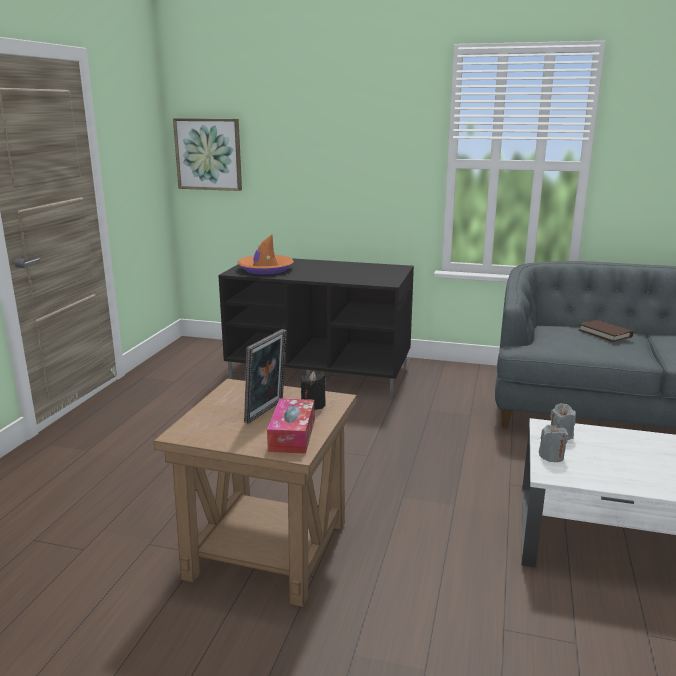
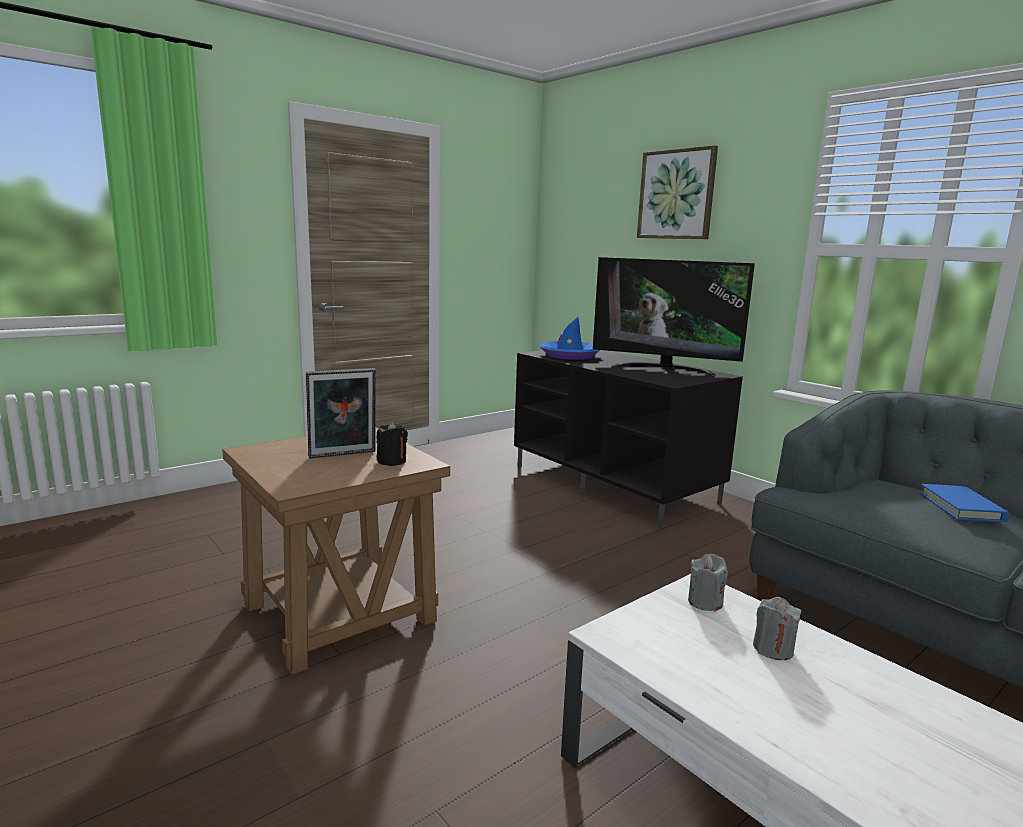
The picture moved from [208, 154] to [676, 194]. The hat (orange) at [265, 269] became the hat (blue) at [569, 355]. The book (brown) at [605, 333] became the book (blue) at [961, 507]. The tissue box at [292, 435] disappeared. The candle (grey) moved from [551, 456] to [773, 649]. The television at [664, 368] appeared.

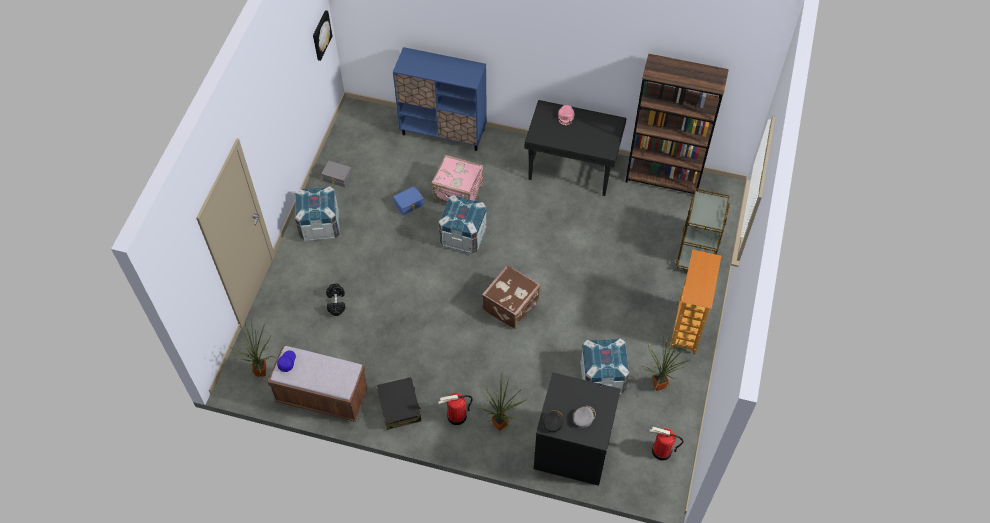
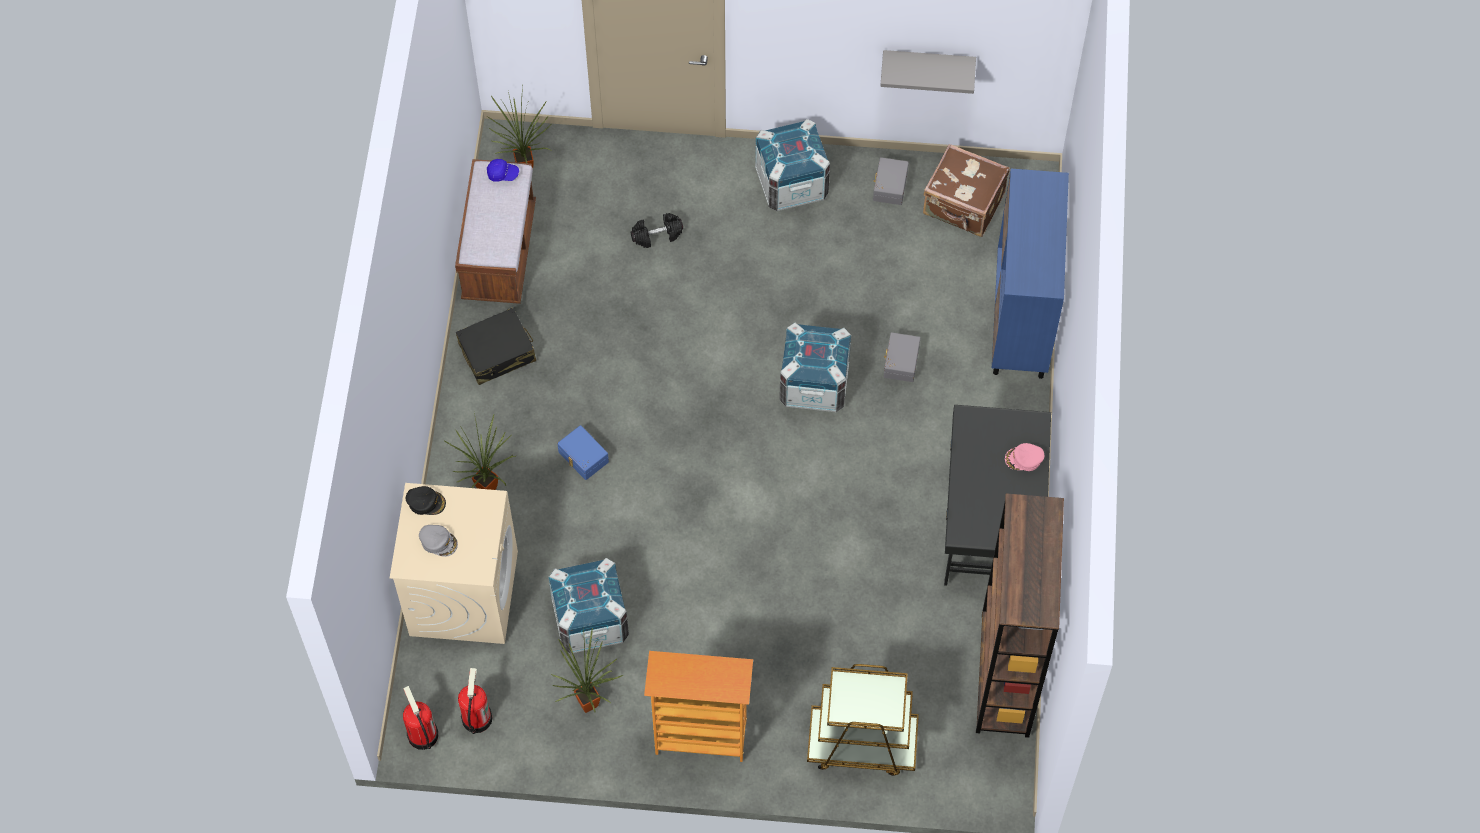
The picture at [321, 35] disappeared. The suitcase (pink) at [458, 192] was replaced by the storage box (grey) at [900, 361]. The storage box (blue) moved from [409, 204] to [582, 457]. The suitcase (brown) moved from [512, 305] to [963, 205]. The washing machine (black) at [572, 448] became the washing machine (beige) at [463, 592]. The fire extinguisher moved from [456, 416] to [422, 735]. The shelf (grey) at [928, 63] appeared.

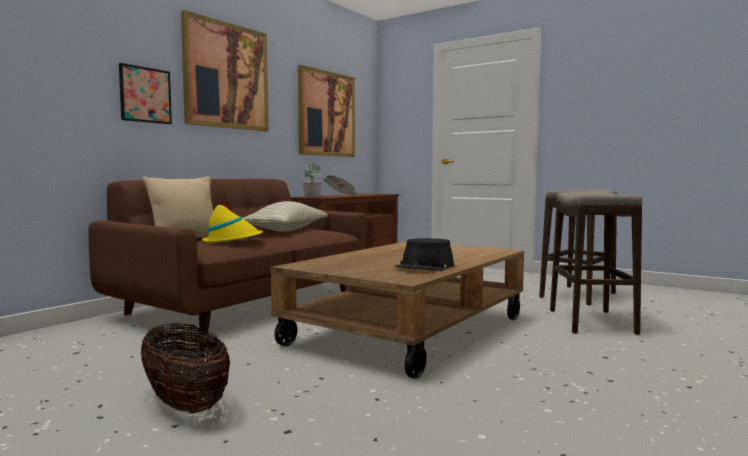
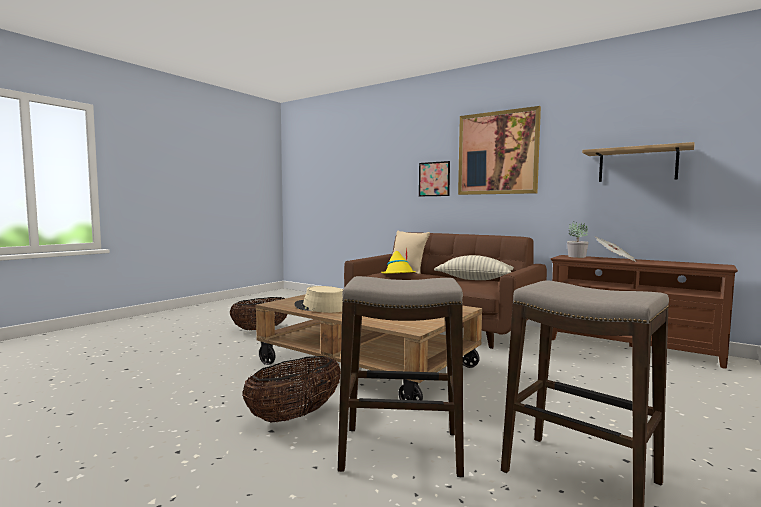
The picture at [326, 114] was replaced by the shelf at [637, 165]. The hat (black) at [425, 267] became the hat (beige) at [320, 307]. The basket at [295, 415] appeared.

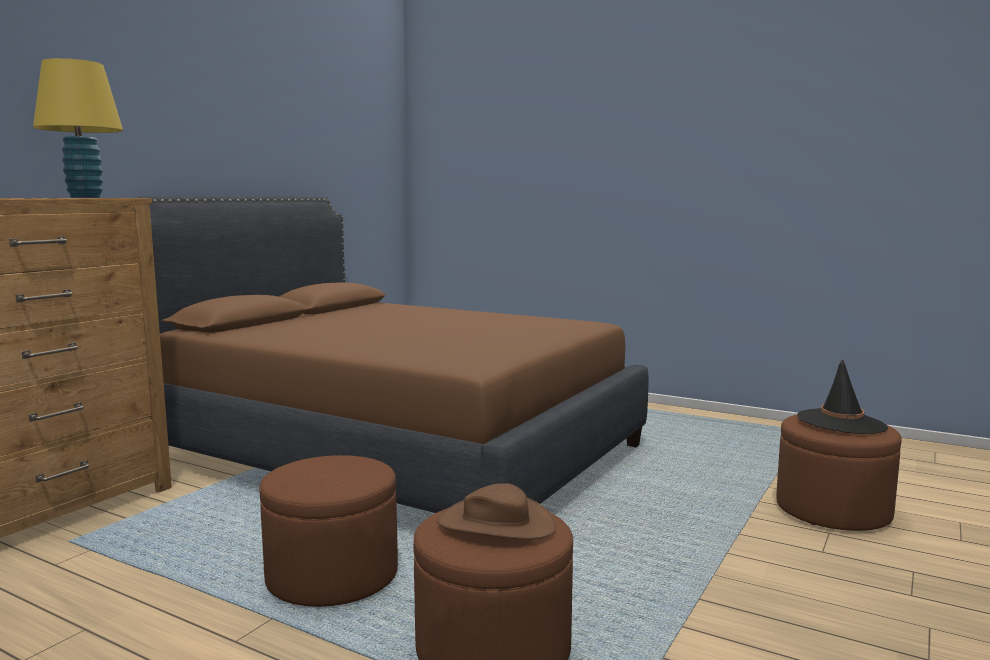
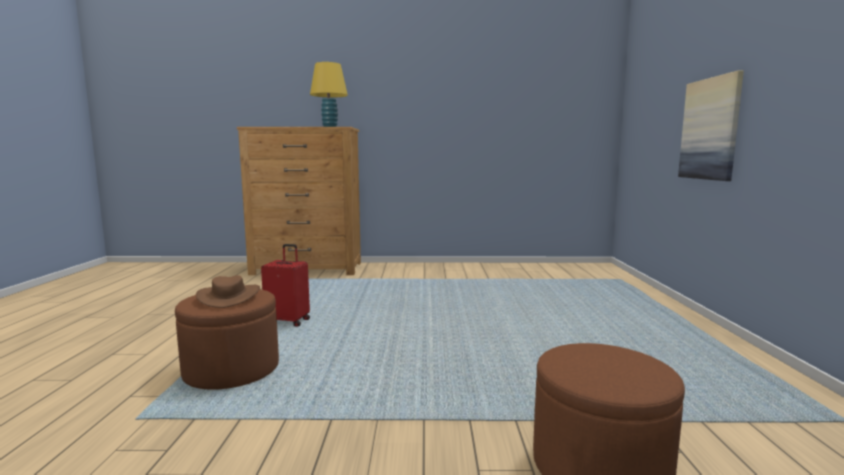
The bed (brown) at [396, 452] disappeared. The hat (black) at [841, 422] disappeared. The ottoman (brown) at [332, 576] was replaced by the suitcase (red) at [288, 321]. The picture at [710, 129] appeared.

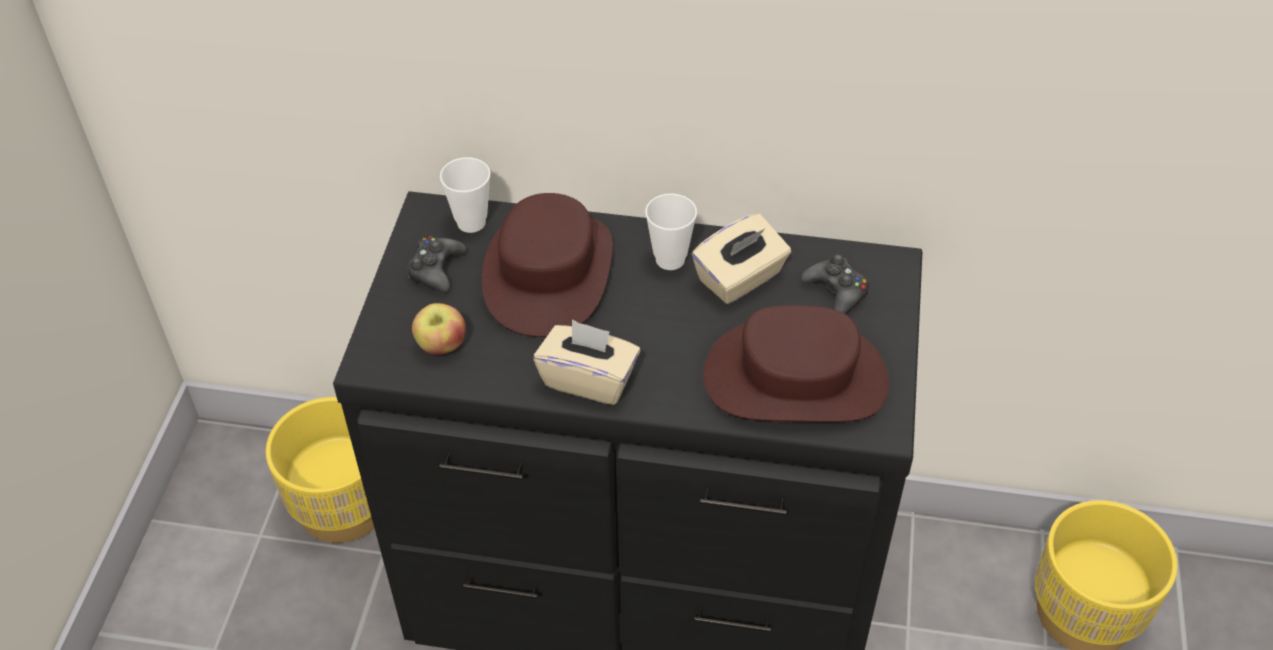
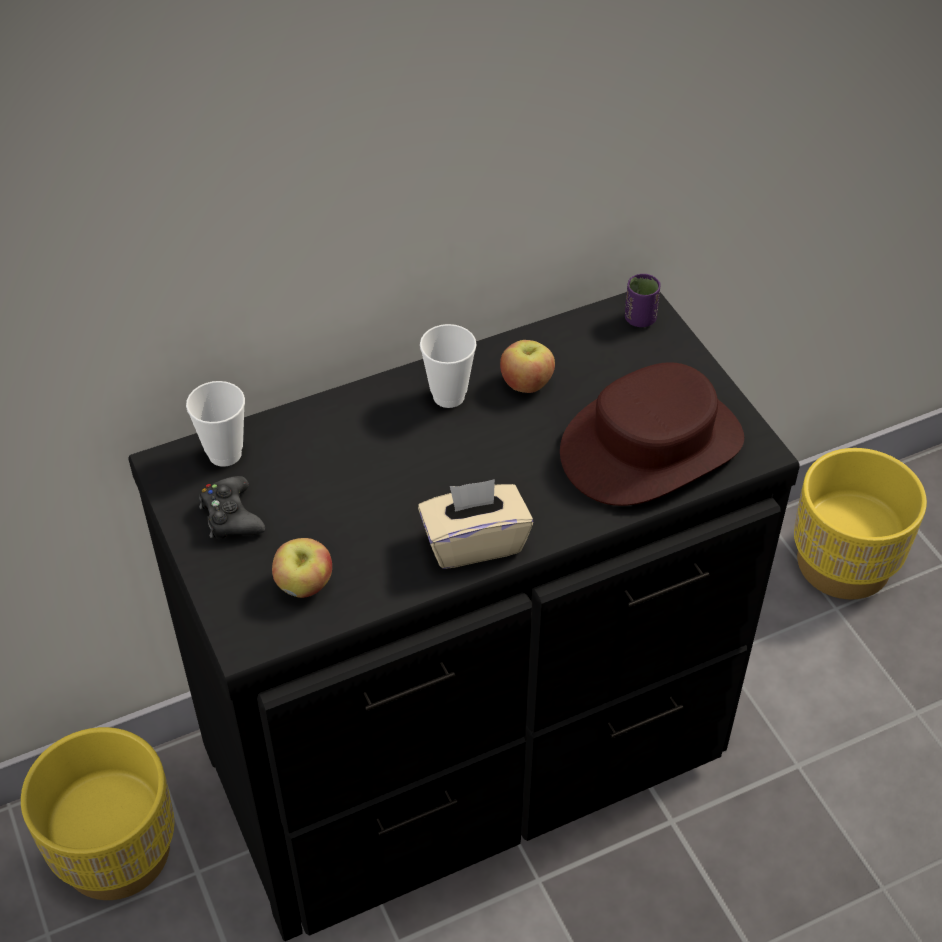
The hat (brown) at [548, 272] disappeared. The tissue box (beige) at [740, 278] was replaced by the apple at [526, 383]. The game controller (black) at [836, 291] disappeared. The cup (purple) at [640, 319] appeared.

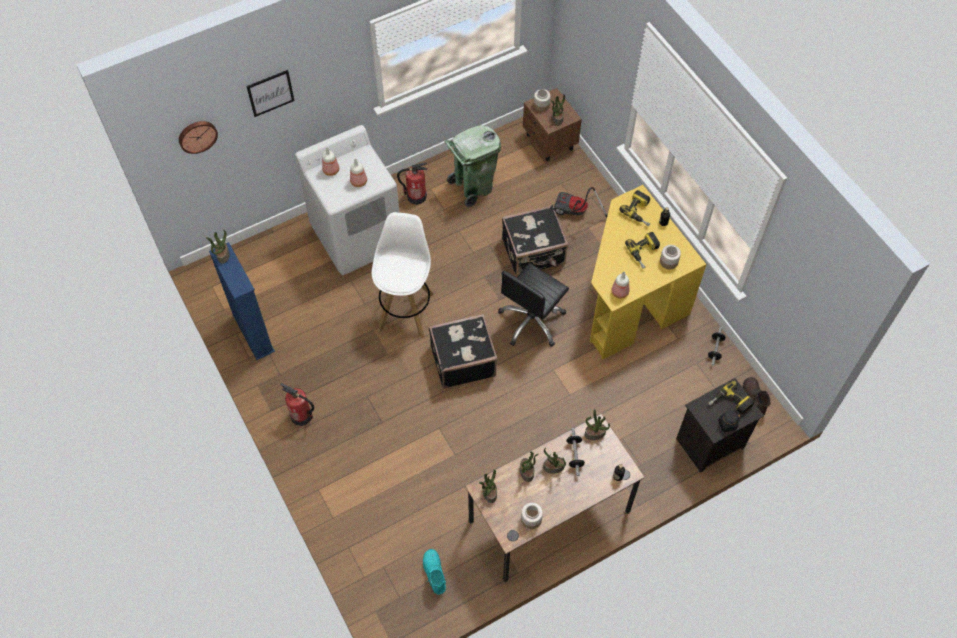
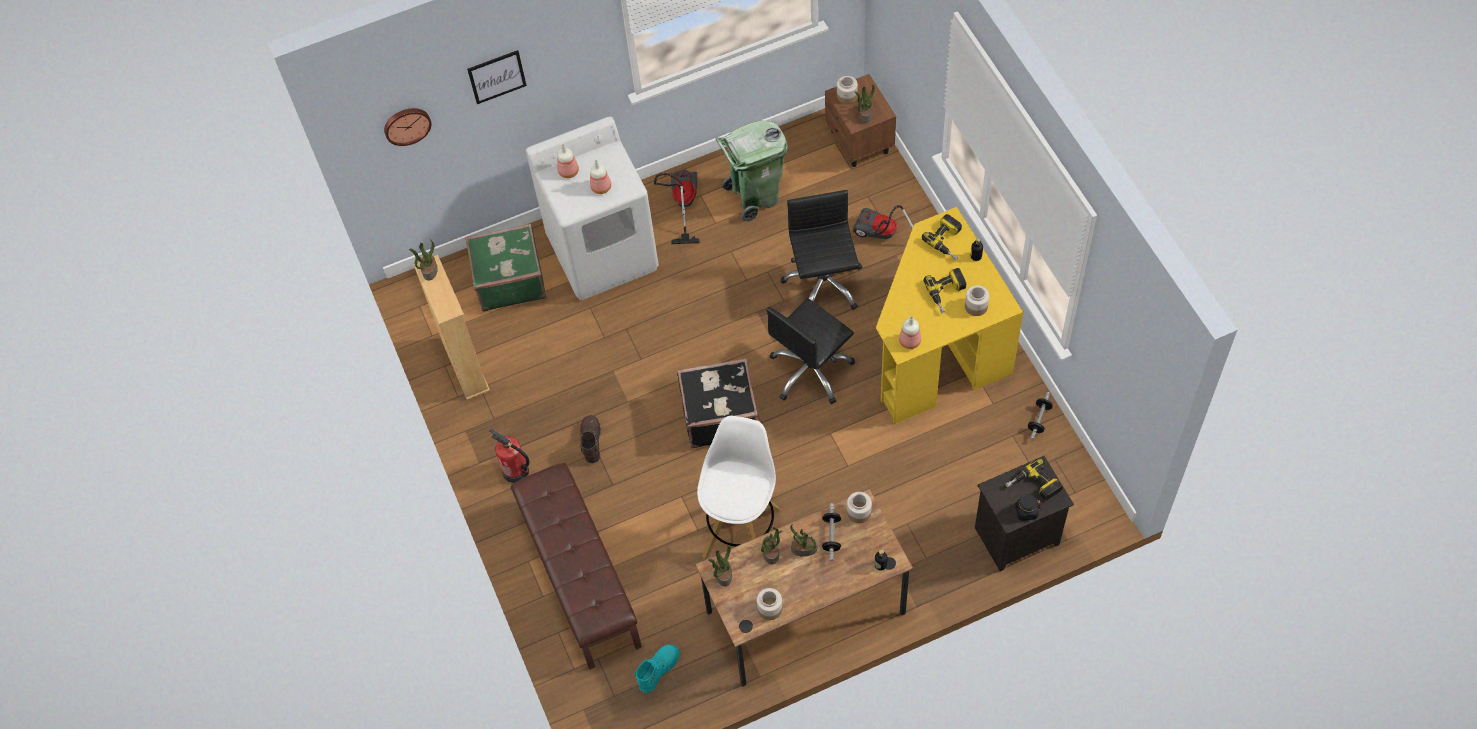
The fire extinguisher at [416, 196] was replaced by the vacuum cleaner at [682, 204]. The suitcase (black) at [534, 253] was replaced by the office chair (black) at [823, 284]. The stool (white) moved from [406, 311] to [742, 531]. The bookcase (blue) at [253, 333] became the bookcase (beige) at [465, 366]. The boot (brown) moved from [753, 399] to [591, 442]. The potted plant at [595, 433] was replaced by the jar at [859, 512]. The boot (turquoise) at [434, 573] turned 45 degrees clockwise. The suitcase (green) at [509, 280] appeared. The bench (brown) at [579, 579] appeared.

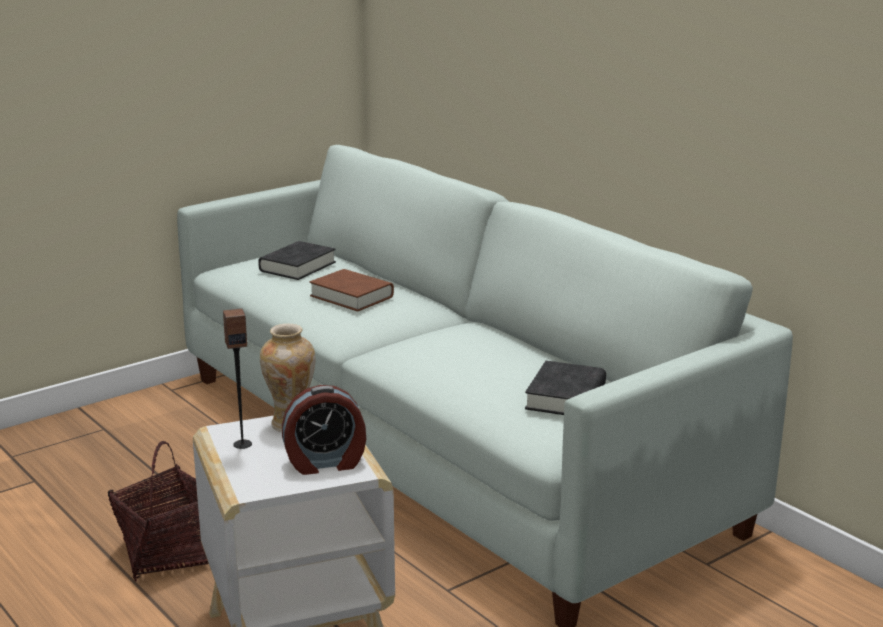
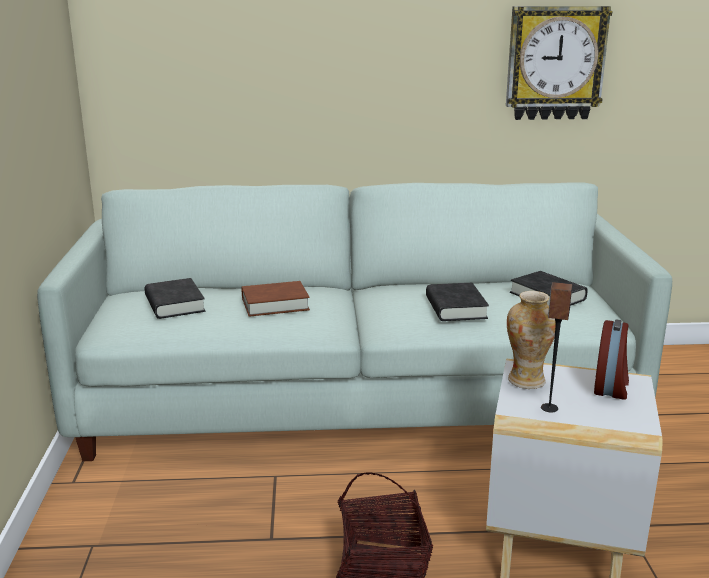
The wall clock at [555, 63] appeared. The book (black) at [455, 308] appeared.

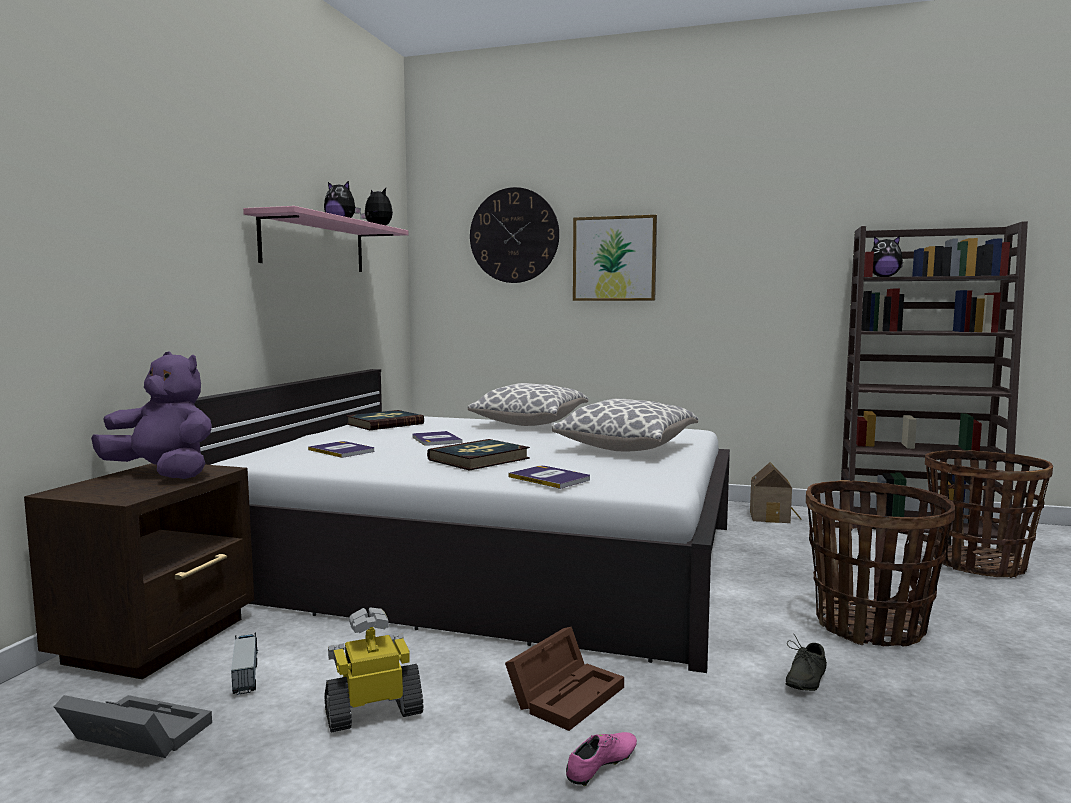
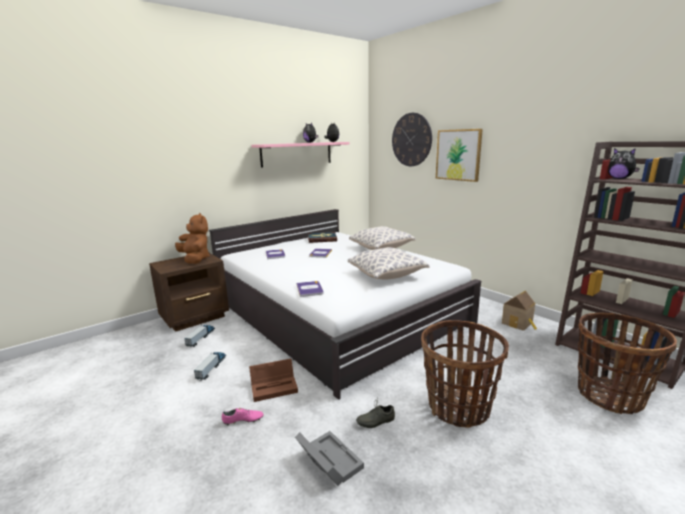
The plush toy (purple) at [163, 474] became the plush toy (brown) at [195, 259]. The book at [479, 459] disappeared. The toy robot at [373, 712] was replaced by the toy truck at [212, 368]. The storage box (grey) moved from [133, 736] to [327, 461].

